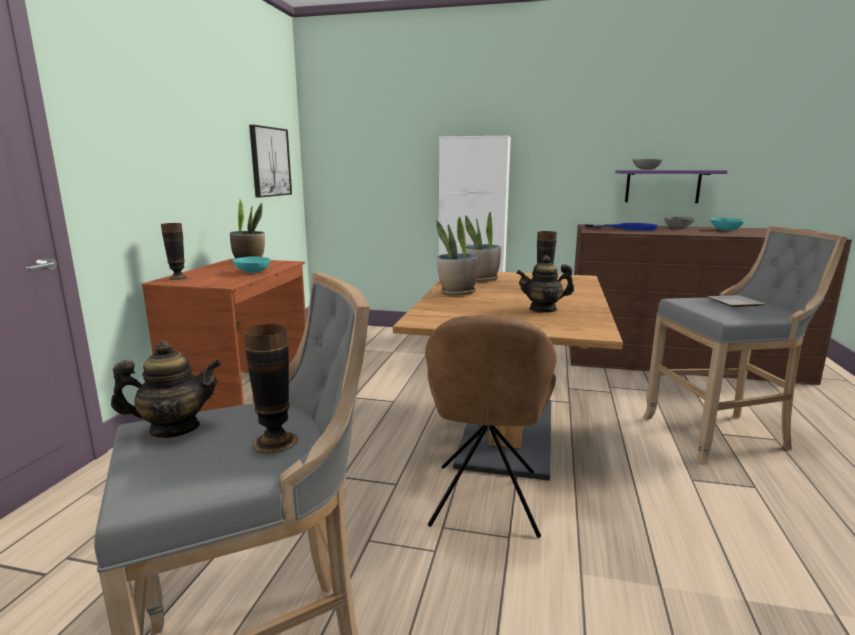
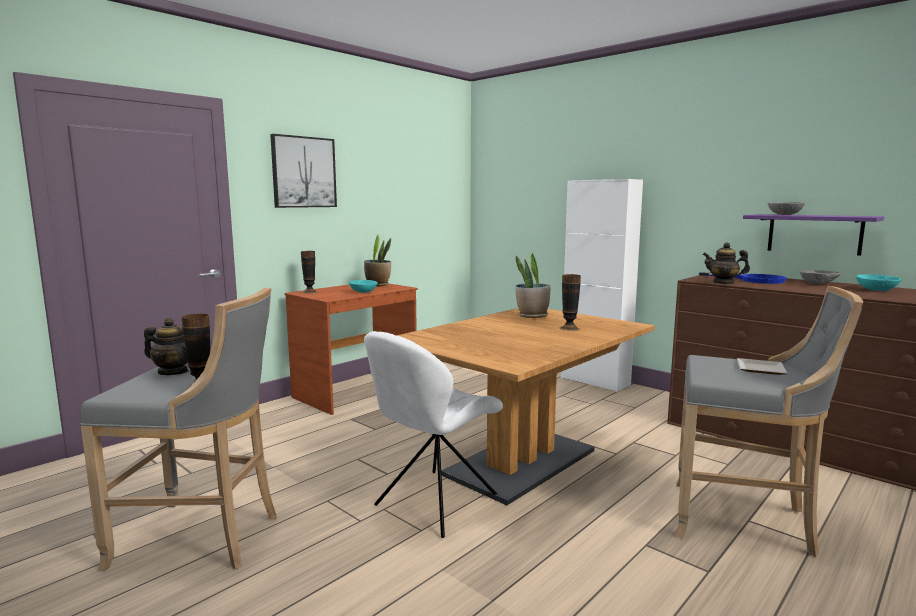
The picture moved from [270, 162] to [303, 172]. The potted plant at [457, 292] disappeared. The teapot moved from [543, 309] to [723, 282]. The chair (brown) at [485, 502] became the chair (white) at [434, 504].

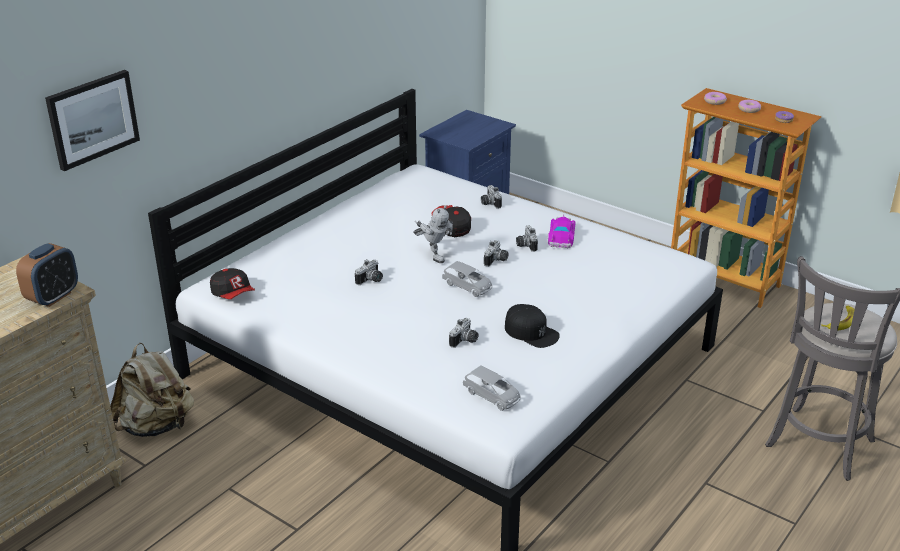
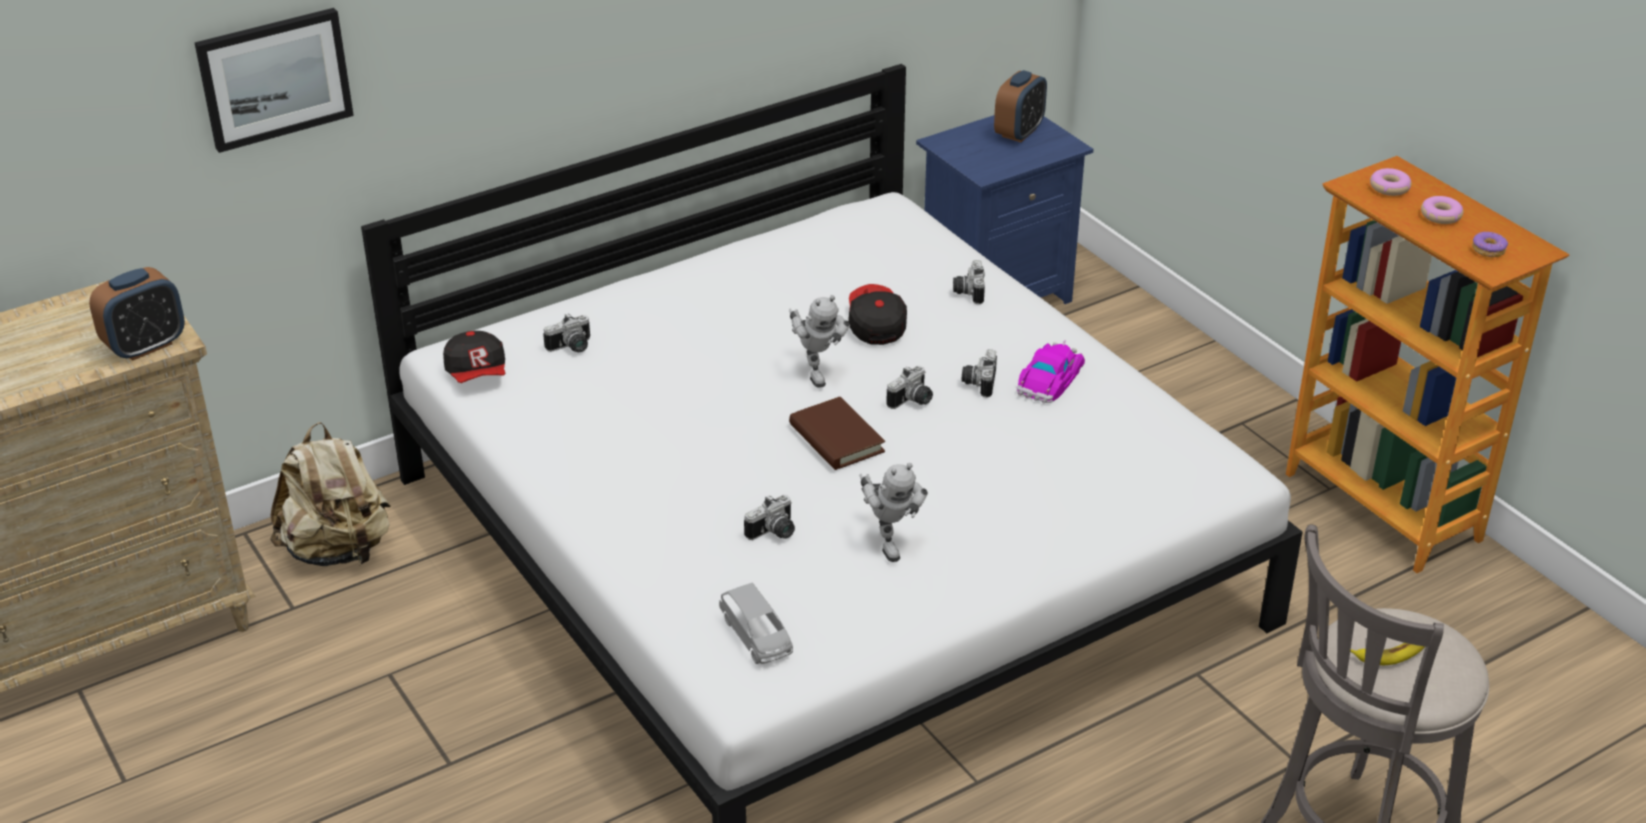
The photo camera moved from [371, 280] to [572, 348]. The toy car (grey) at [467, 287] was replaced by the book (brown) at [836, 438]. The cap (black) at [531, 332] was replaced by the toy robot at [888, 541]. The alarm clock at [1019, 132] appeared.

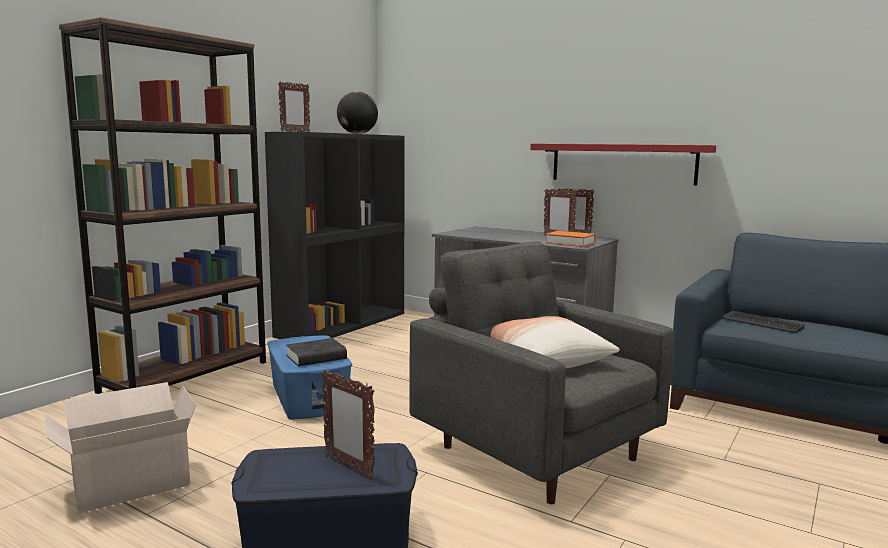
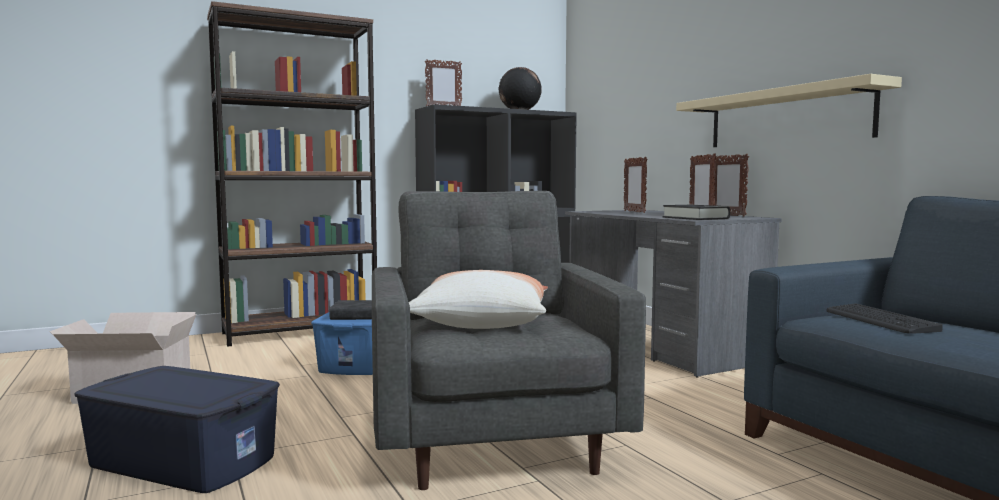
The shelf (red) at [622, 163] became the shelf (beige) at [786, 118]. The book (orange) at [570, 243] became the book (black) at [695, 218]. The picture frame moved from [348, 467] to [634, 211].

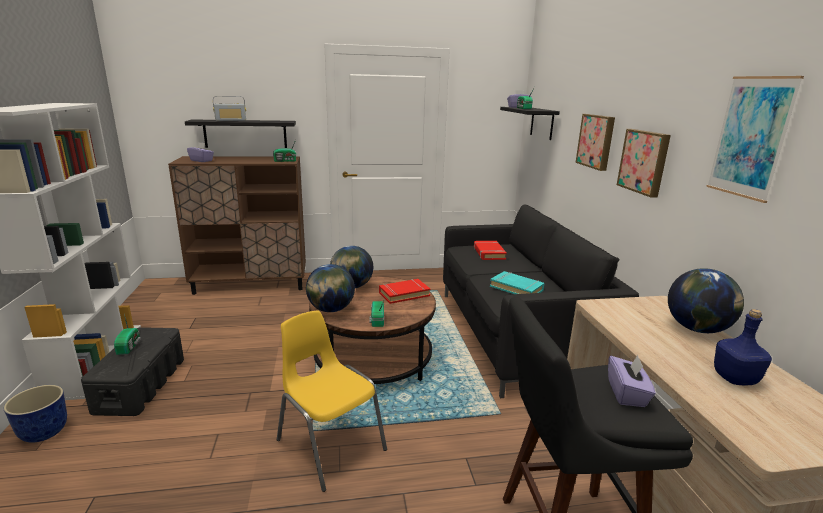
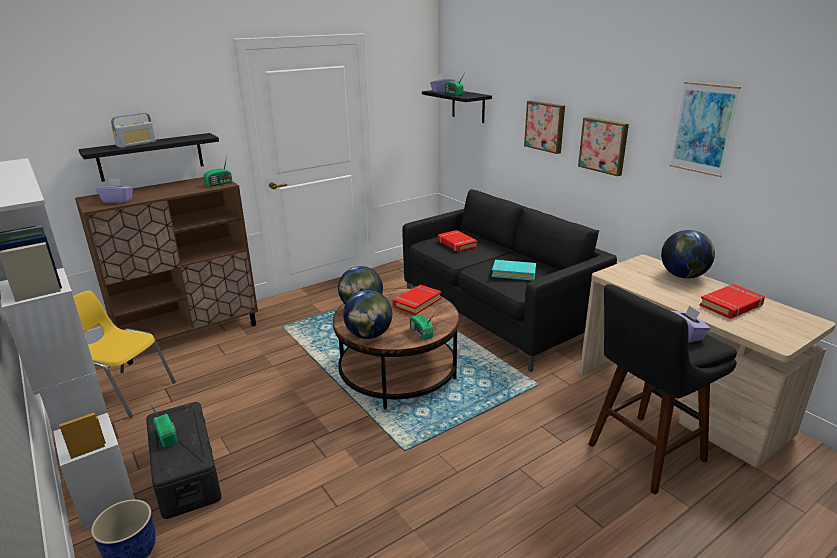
The bottle (blue) at [735, 379] was replaced by the book (red) at [731, 305]. The chair (yellow) moved from [329, 444] to [126, 392].

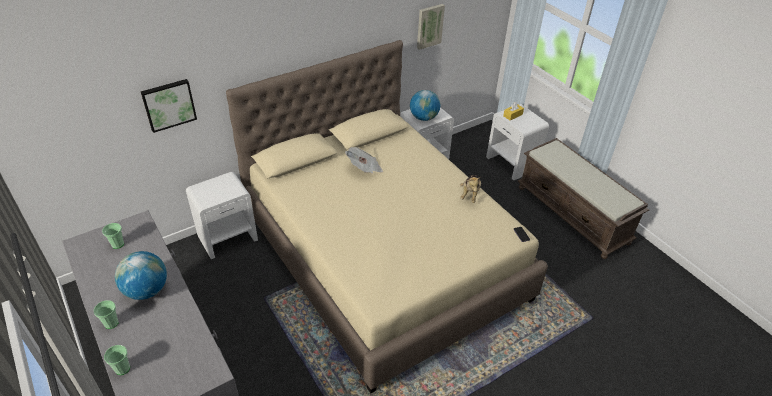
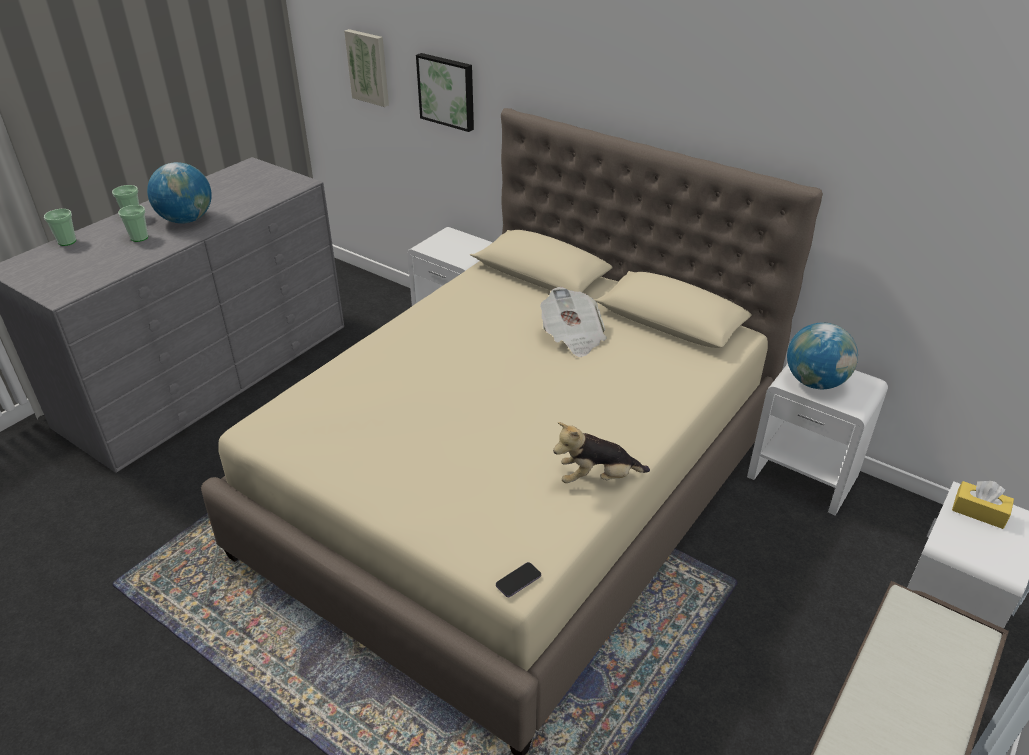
The picture moved from [429, 26] to [369, 67]. The cup moved from [117, 244] to [139, 238].

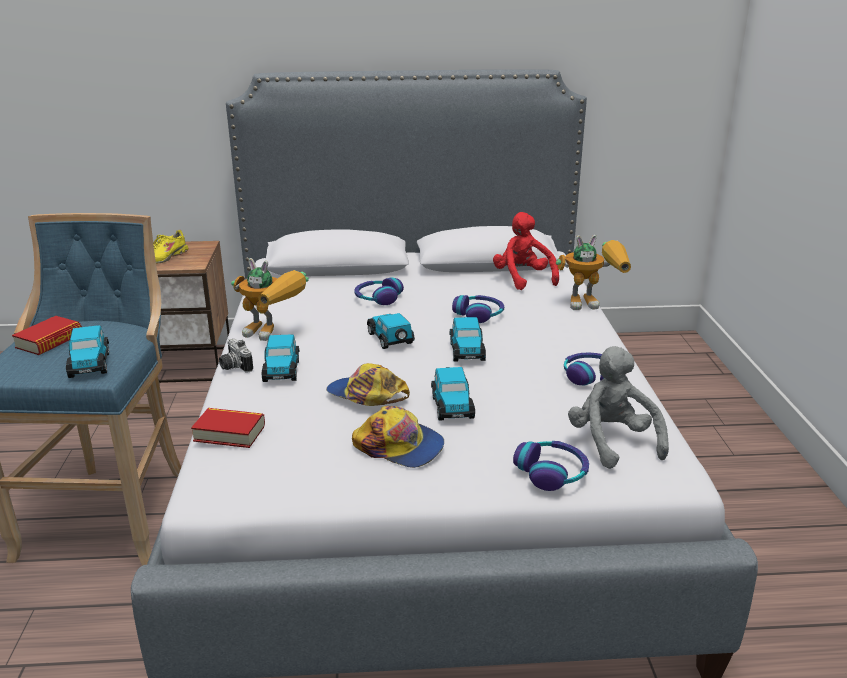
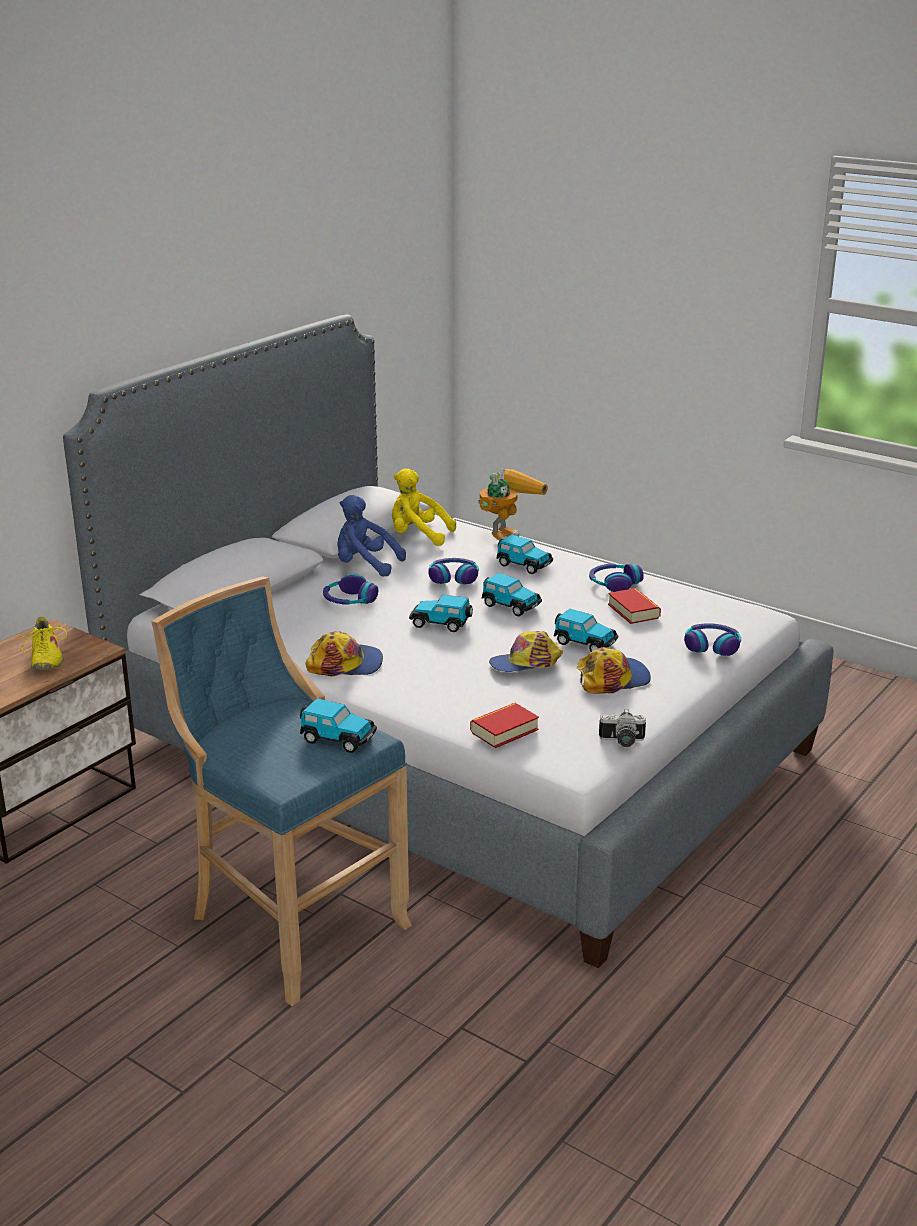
The plush toy (red) at [523, 279] became the plush toy (yellow) at [417, 536]. The toy robot at [274, 334] was replaced by the cap at [345, 664]. The book moved from [49, 341] to [633, 611]. The toy car moved from [281, 370] to [523, 565]. The photo camera moved from [233, 366] to [622, 742]. The plush toy (grey) at [612, 442] disappeared. The plush toy (blue) at [365, 565] appeared.

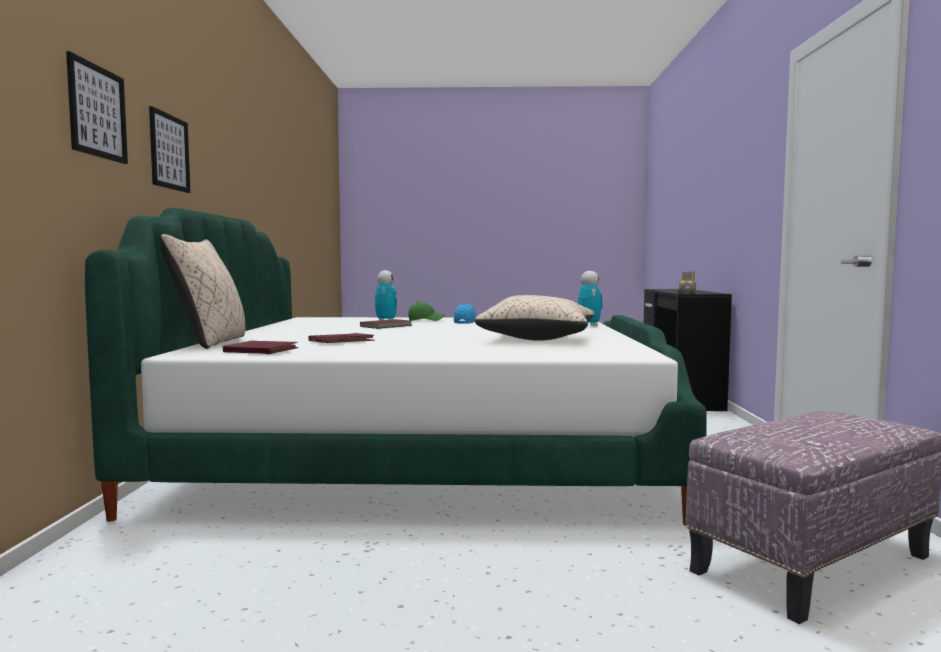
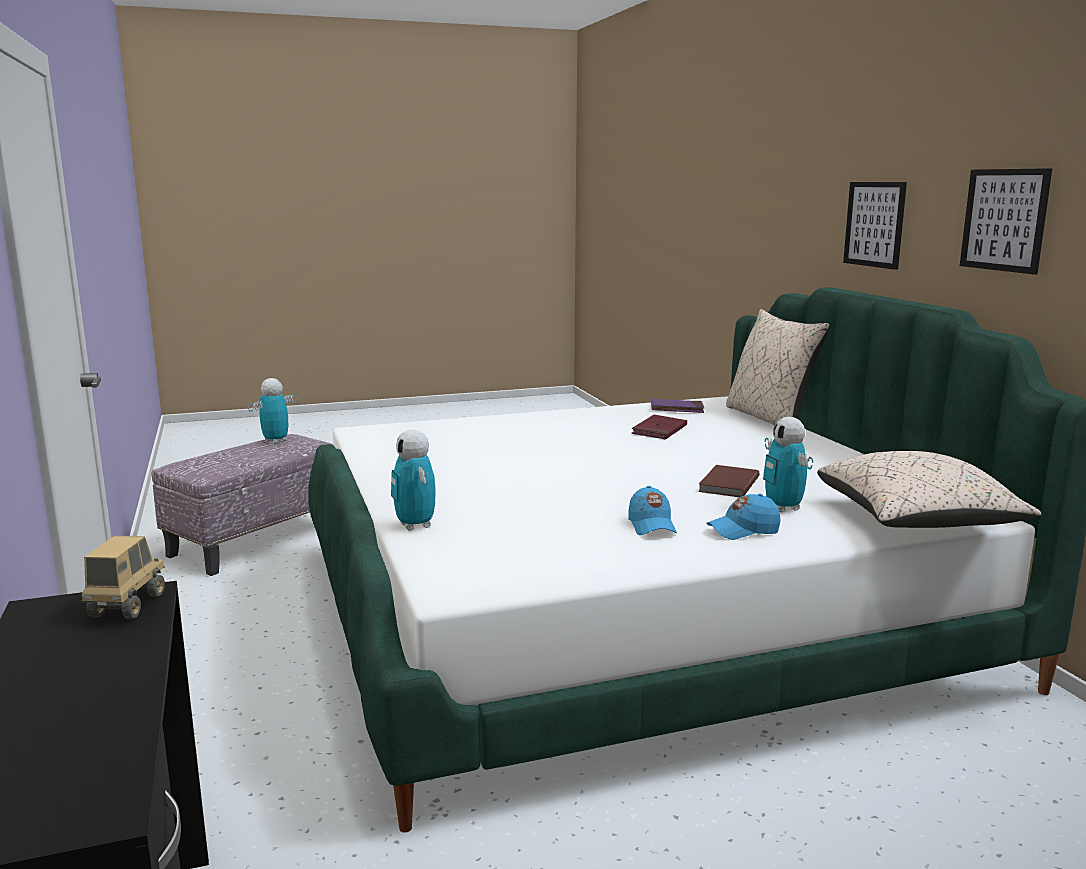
The picture moved from [97, 111] to [1004, 220]. The pillow (beige) moved from [537, 339] to [917, 521]. The cap (green) at [426, 320] became the cap (blue) at [743, 531]. The book (red) at [260, 351] became the book (purple) at [677, 409]. The toy robot at [275, 441] appeared.

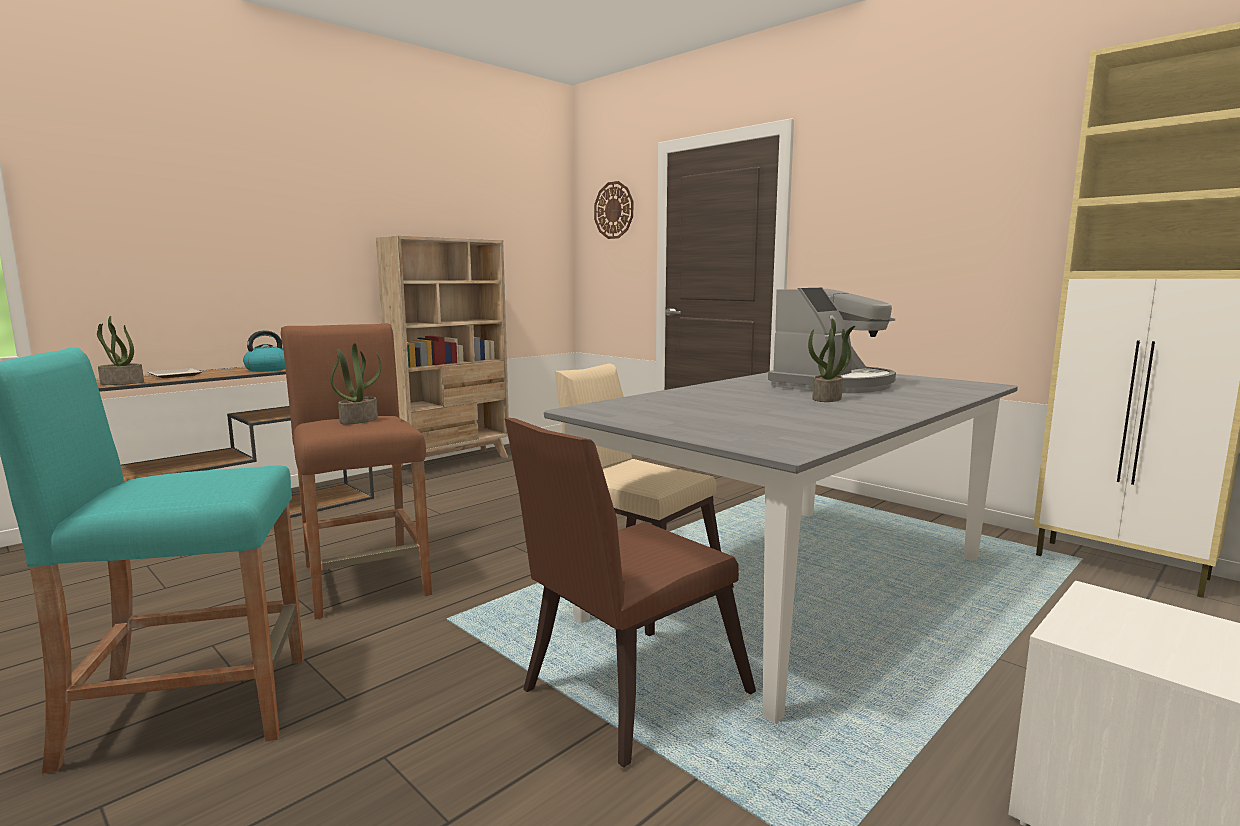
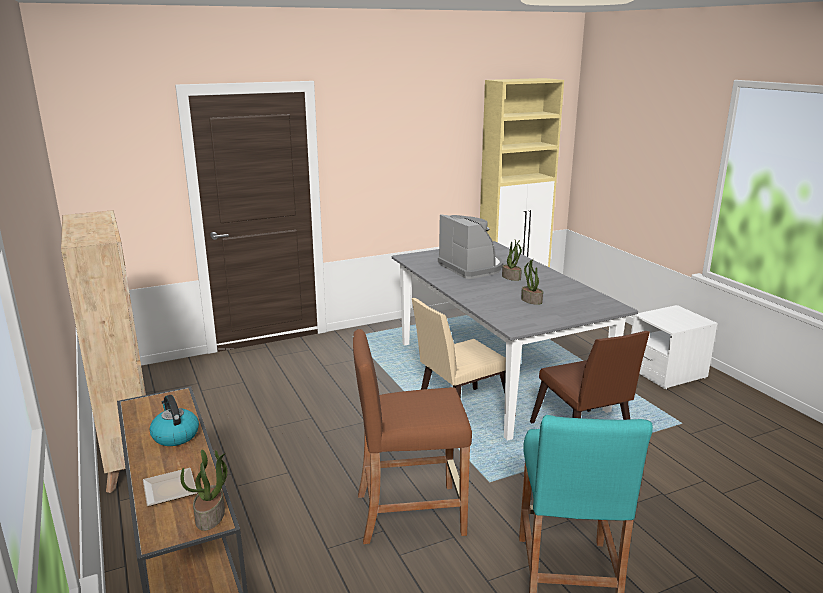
The wall clock at [614, 210] disappeared. The potted plant moved from [359, 420] to [531, 300].

